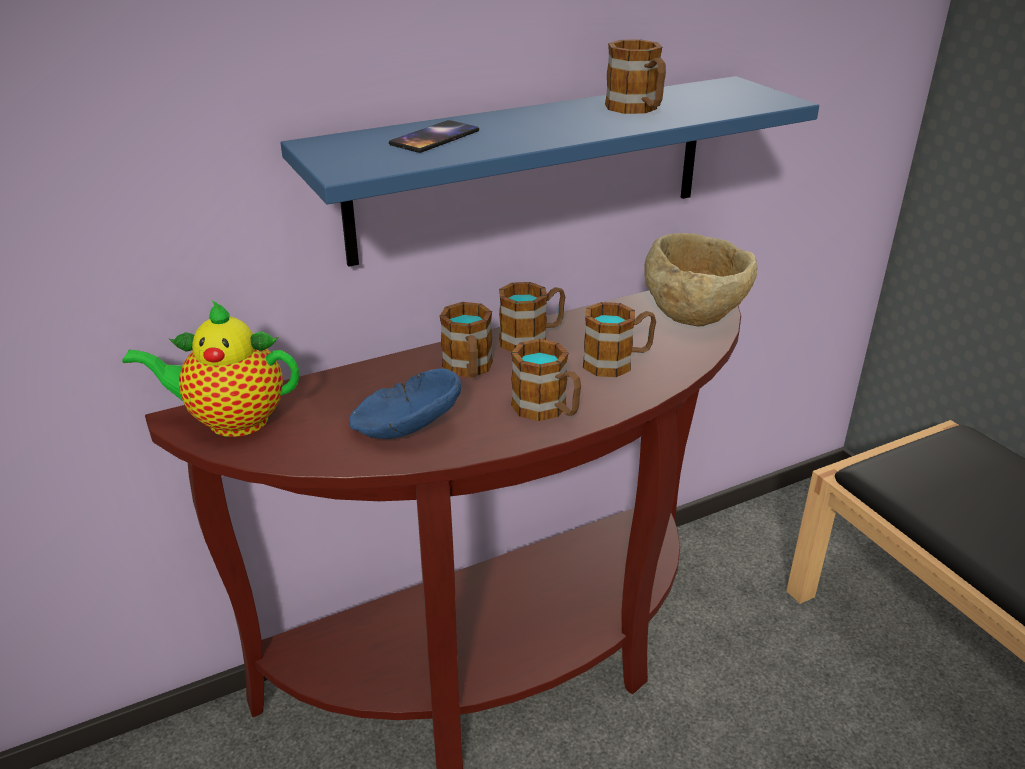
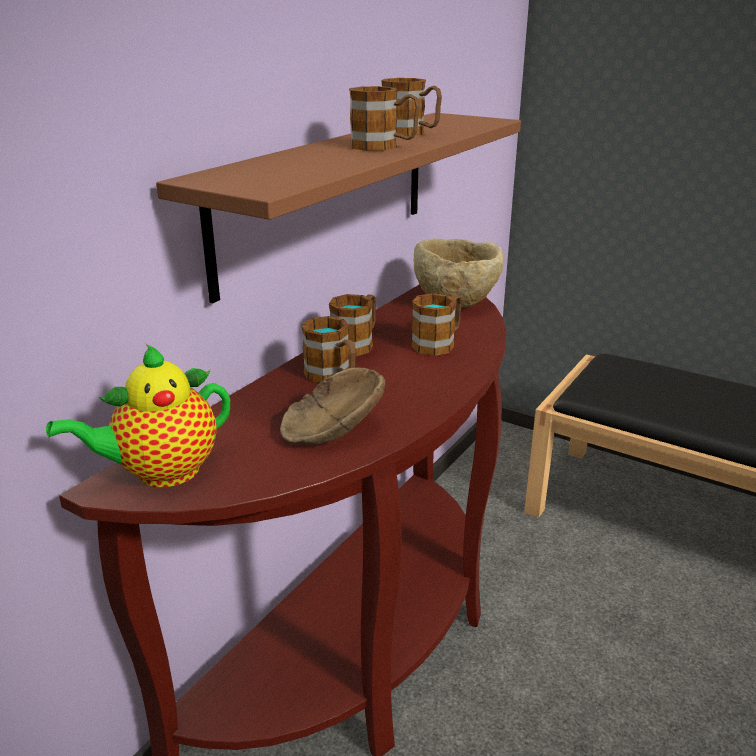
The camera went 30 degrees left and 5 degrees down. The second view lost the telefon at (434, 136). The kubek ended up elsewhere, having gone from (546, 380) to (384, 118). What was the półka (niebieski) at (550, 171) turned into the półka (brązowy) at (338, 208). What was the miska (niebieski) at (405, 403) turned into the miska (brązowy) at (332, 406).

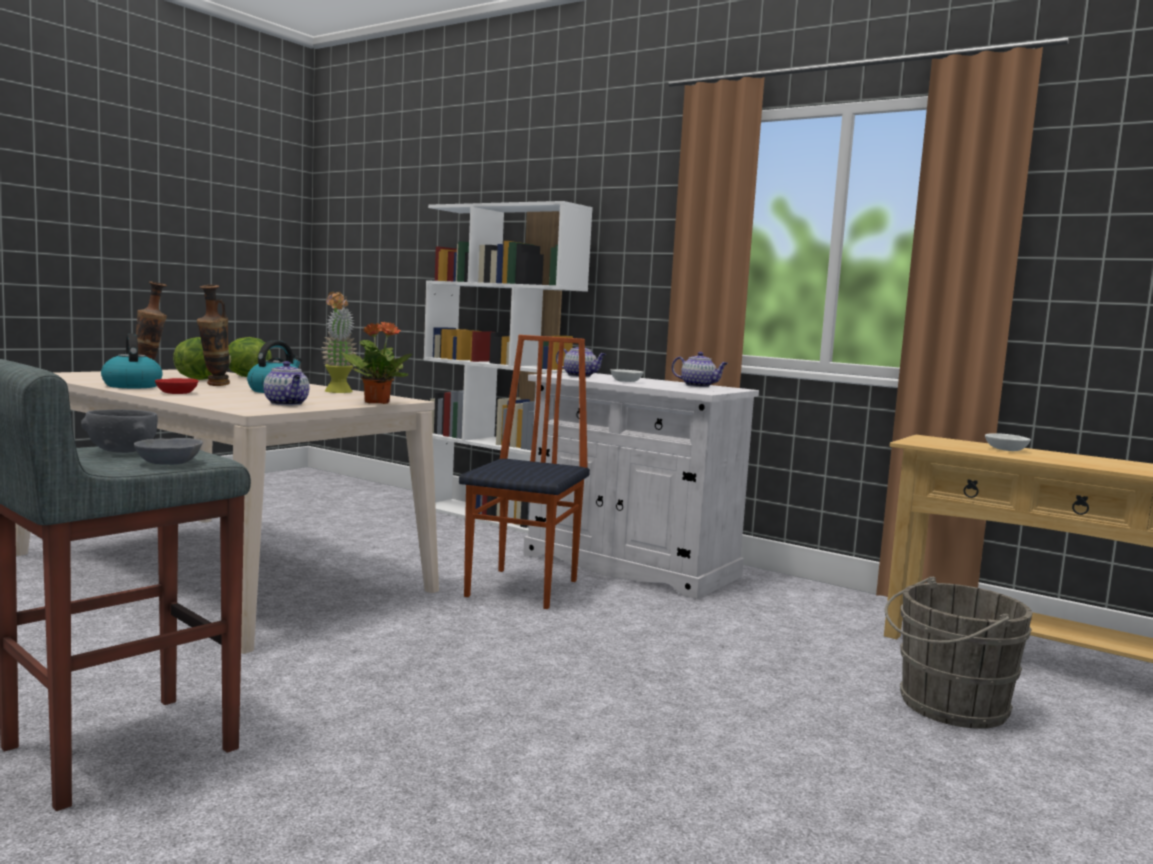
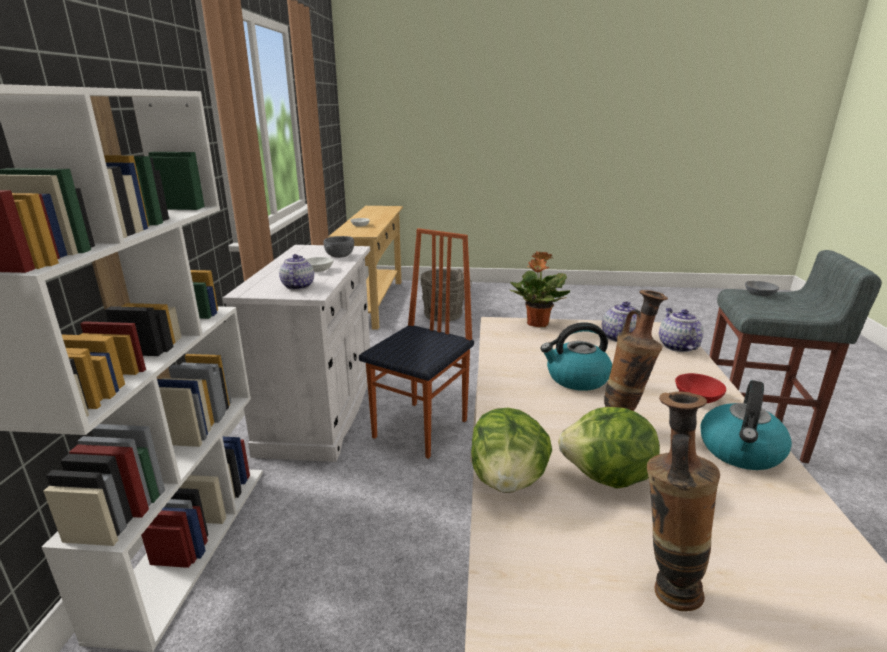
The camera went 120 degrees left and 15 degrees up. The second view lost the roślina doniczkowa at (339, 342). The miska (szary) ended up elsewhere, having gone from (119, 431) to (339, 247). The imbryk ended up elsewhere, having gone from (700, 369) to (681, 330). The krzesło at (524, 472) ended up facing another way, 135 degrees clockwise from before.

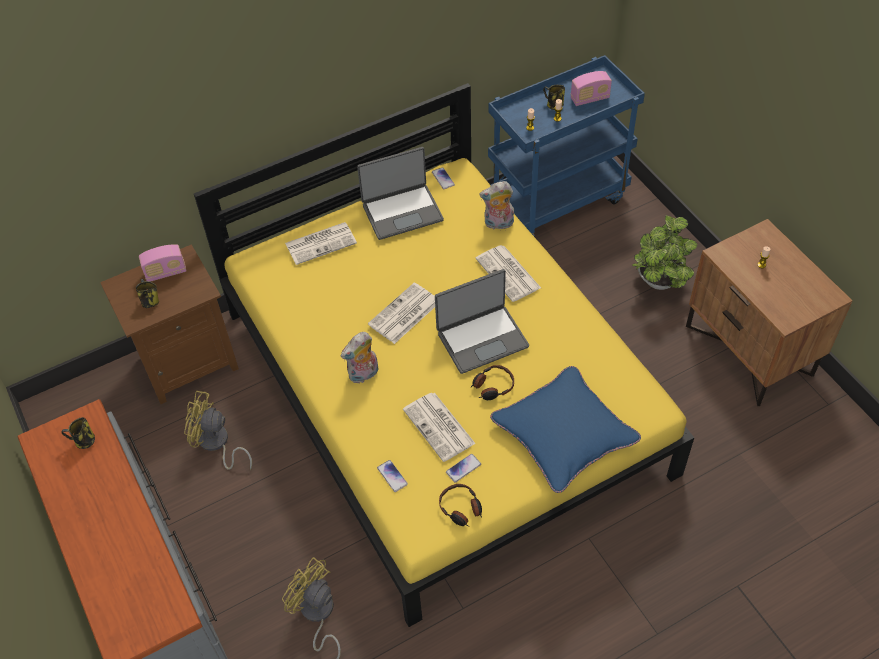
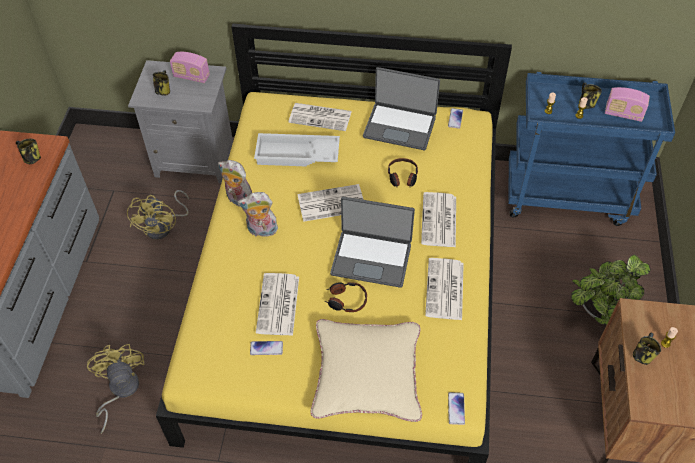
The camera went 35 degrees right and 0 degrees up. The second view gained the taca (biały) at (297, 150). The second view gained the gazeta at (444, 289). The second view gained the kubek at (647, 349). The telefon ended up elsewhere, having gone from (392, 476) to (456, 408). The słuchawki ended up elsewhere, having gone from (460, 505) to (403, 172). The pluszak ended up elsewhere, having gone from (496, 205) to (235, 183). What was the szafka nocna (brązowy) at (169, 324) turned into the szafka nocna (szary) at (180, 121). What was the poduszka (niebieski) at (565, 429) turned into the poduszka (beżowy) at (366, 370). The wentylator (żółty) at (218, 430) ended up facing another way, 135 degrees counterclockwise from before.

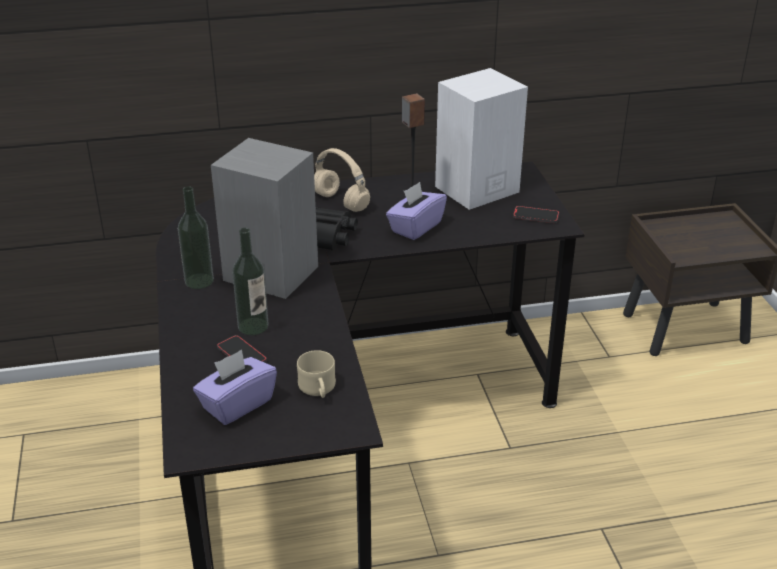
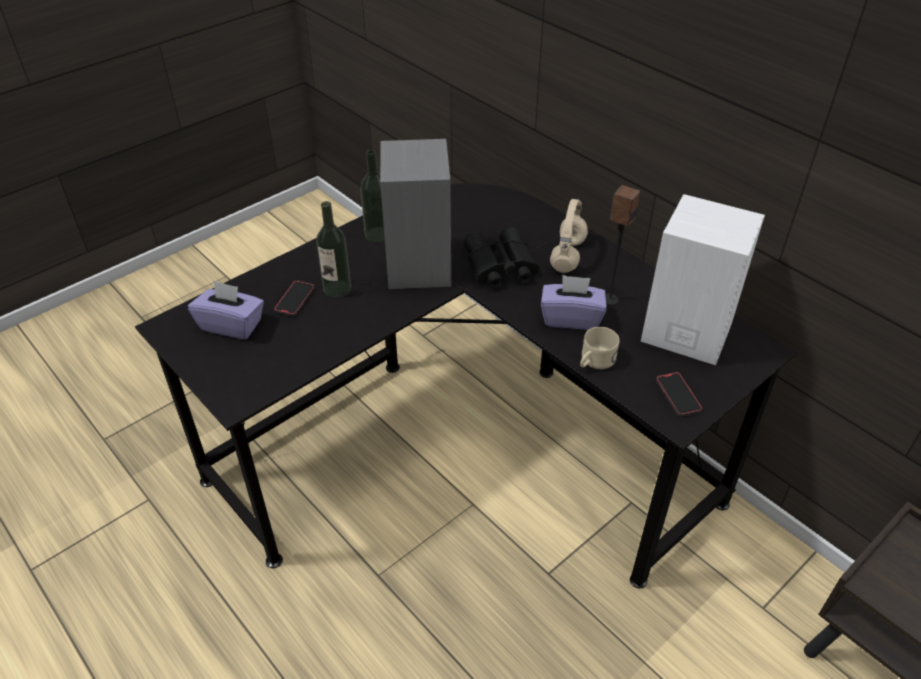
The camera went 60 degrees right and 10 degrees up. The kubek (beżowy) ended up elsewhere, having gone from (316, 374) to (599, 348).

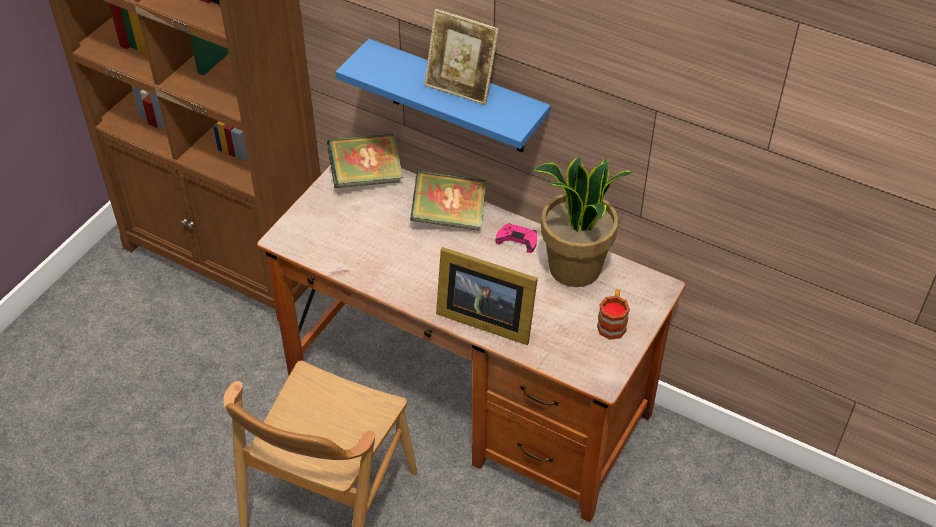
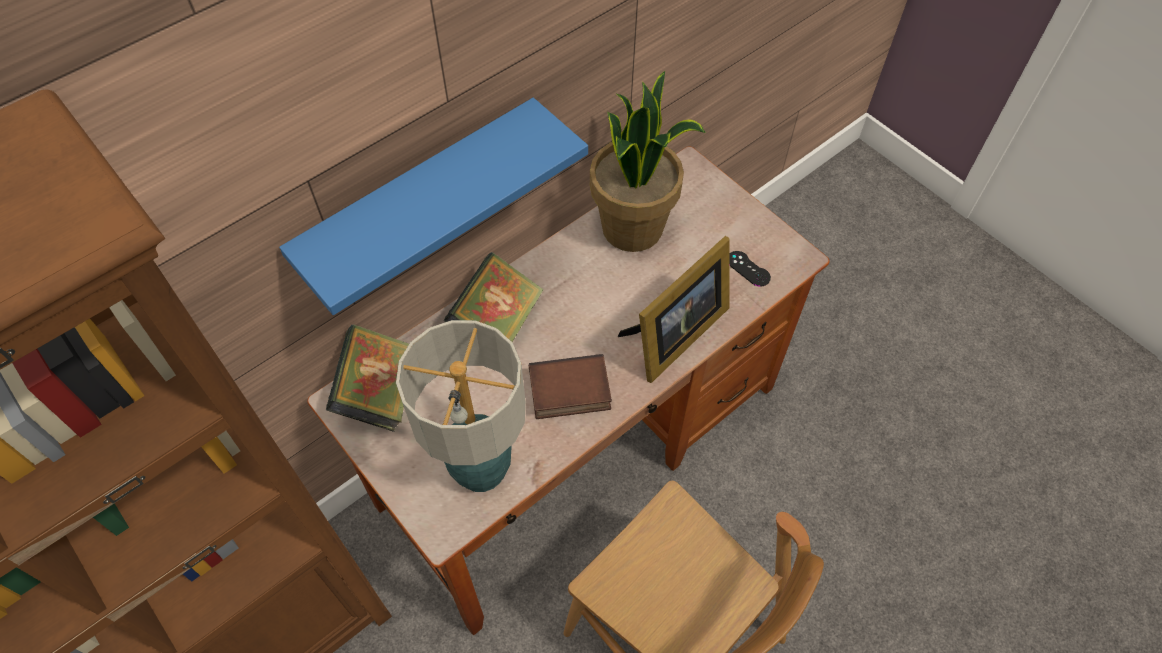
The camera went 70 degrees left and 10 degrees up. The second view lost the ramka na zdjęcie at (461, 57). The second view lost the pad do gier (różowy) at (516, 238). The second view lost the kubek at (613, 314). The second view gained the lampa stołowa at (461, 406). The second view gained the książka at (570, 386). The second view gained the pad do gier (czarny) at (750, 269).

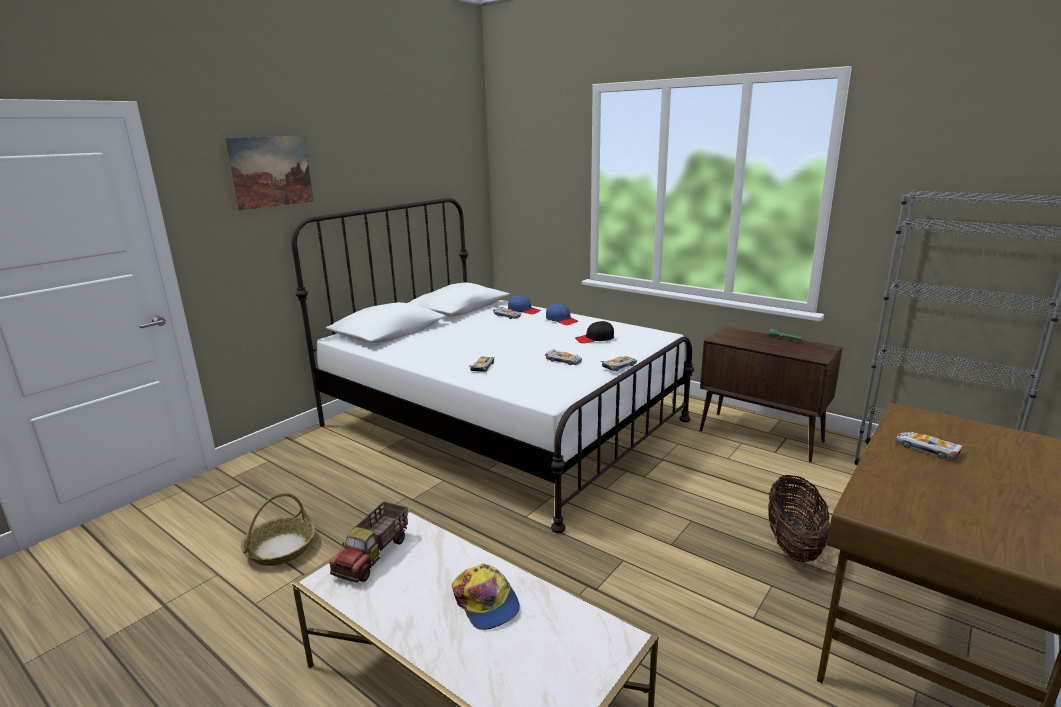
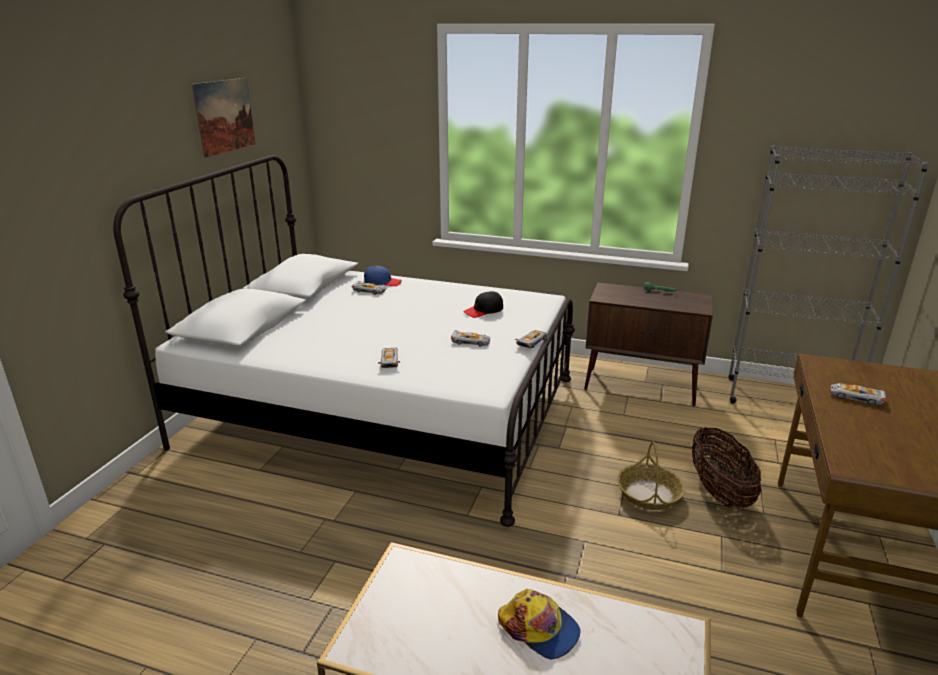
The camera went 20 degrees left and 5 degrees up. The second view lost the ciężarówka zabawkowa at (368, 541). The second view lost the czapka z daszkiem (niebieski) at (562, 314). The obraz ended up elsewhere, having gone from (269, 173) to (223, 118). The koszyk ended up elsewhere, having gone from (278, 529) to (651, 475).

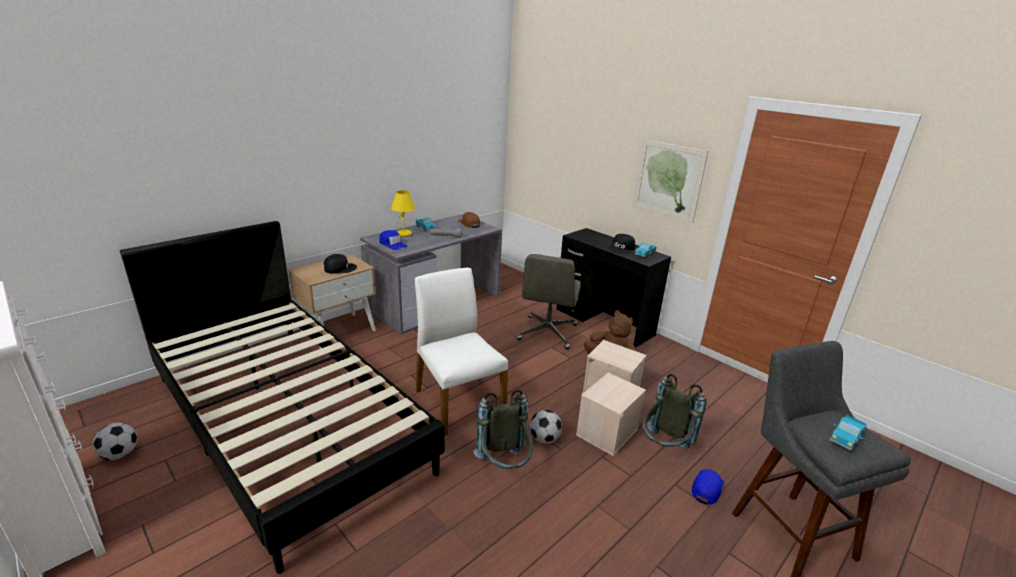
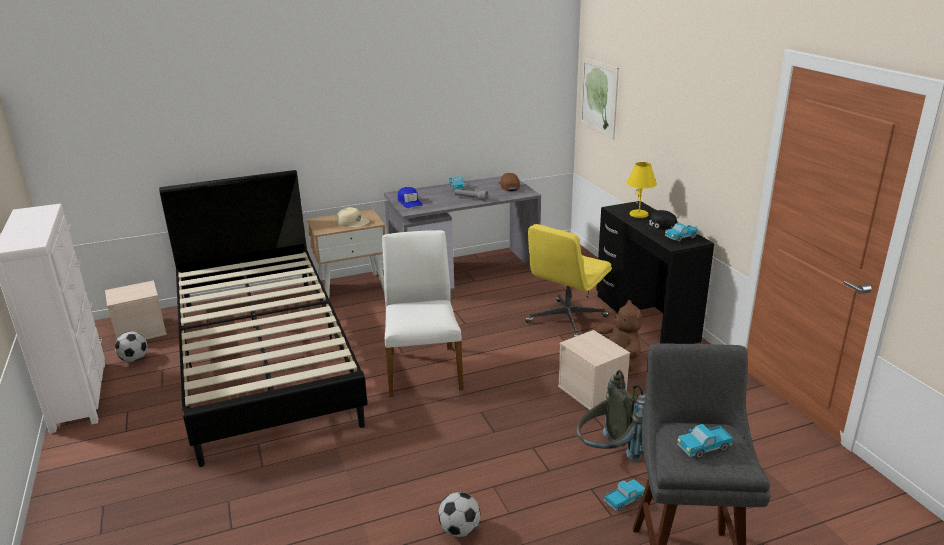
The camera went 25 degrees right and 0 degrees up. The second view lost the plecak (szary) at (503, 429). The lampa stołowa (żółty) ended up elsewhere, having gone from (403, 213) to (641, 190). The piłka futbolowa ended up elsewhere, having gone from (546, 427) to (459, 514). The pojemnik do przechowywania (beżowy) ended up elsewhere, having gone from (611, 414) to (136, 309). The obraz ended up elsewhere, having gone from (670, 181) to (599, 98). Where the czapka z daszkiem (niebieski) stood at (708, 486), the ciężarówka zabawkowa came to stand at (624, 495). What was the czapka z daszkiem (czarny) at (340, 264) turned into the czapka z daszkiem (beżowy) at (352, 217). What was the krzesło biurowe (szary) at (548, 302) turned into the krzesło biurowe (żółty) at (568, 280).

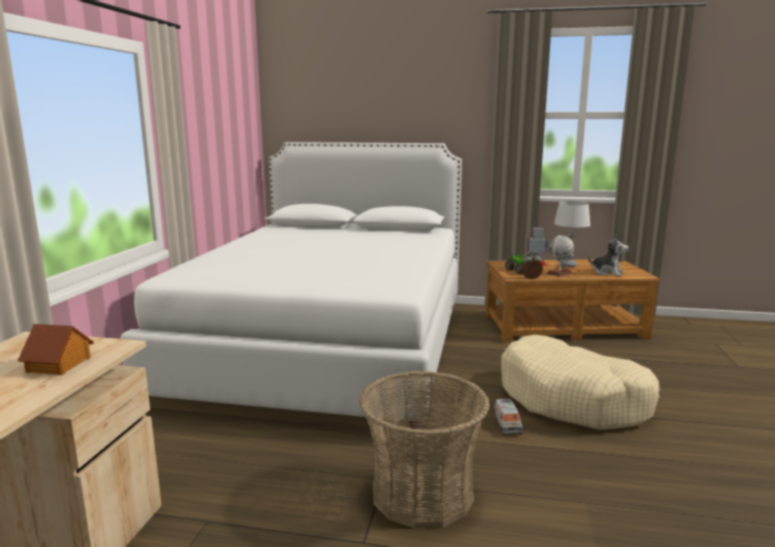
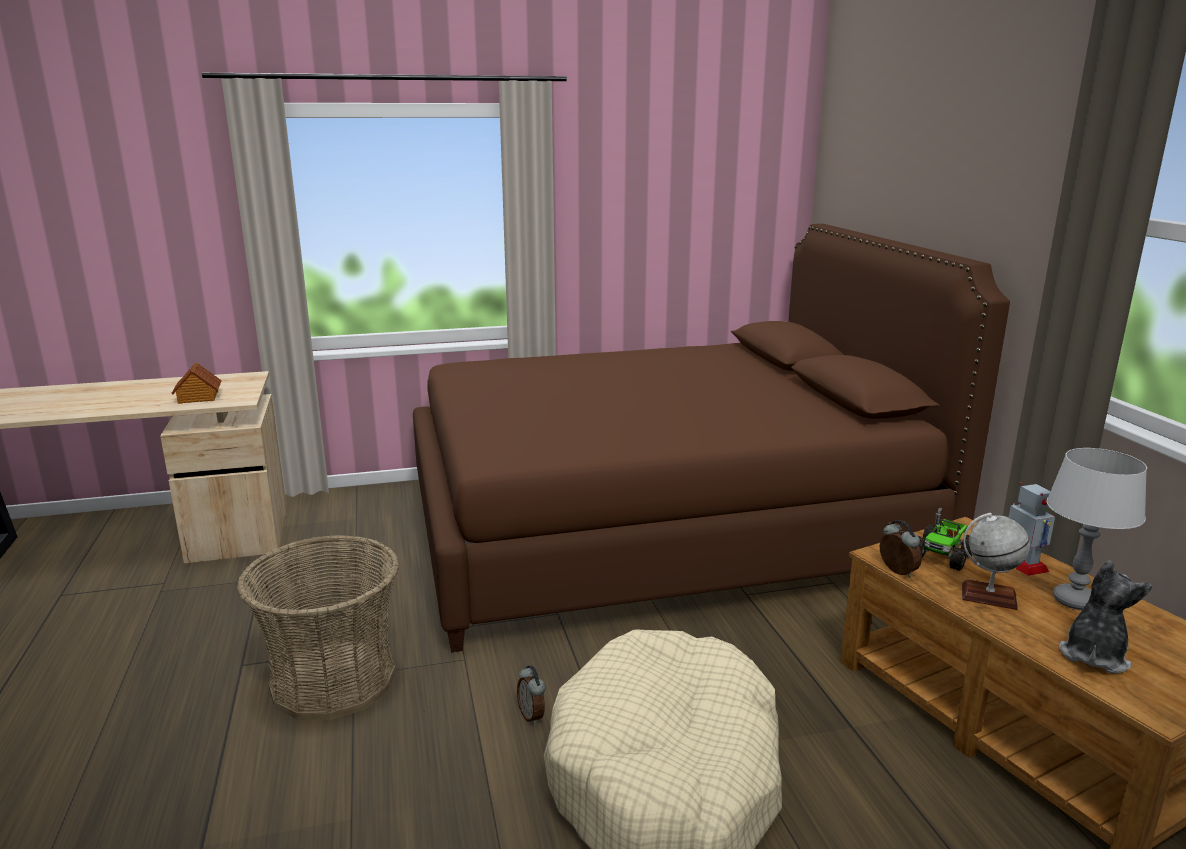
The camera went 65 degrees right and 5 degrees up. Where the ciężarówka zabawkowa stood at (508, 417), the budzik came to stand at (531, 695). What was the łóżko (biały) at (291, 285) turned into the łóżko (brązowy) at (711, 438). The pluszak at (608, 255) ended up facing another way, 150 degrees counterclockwise from before.

